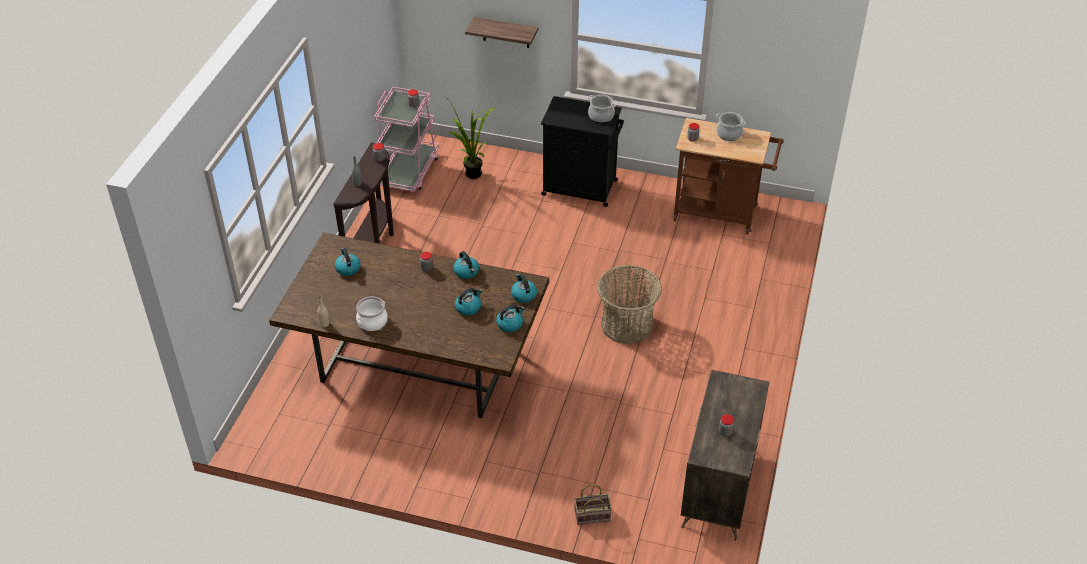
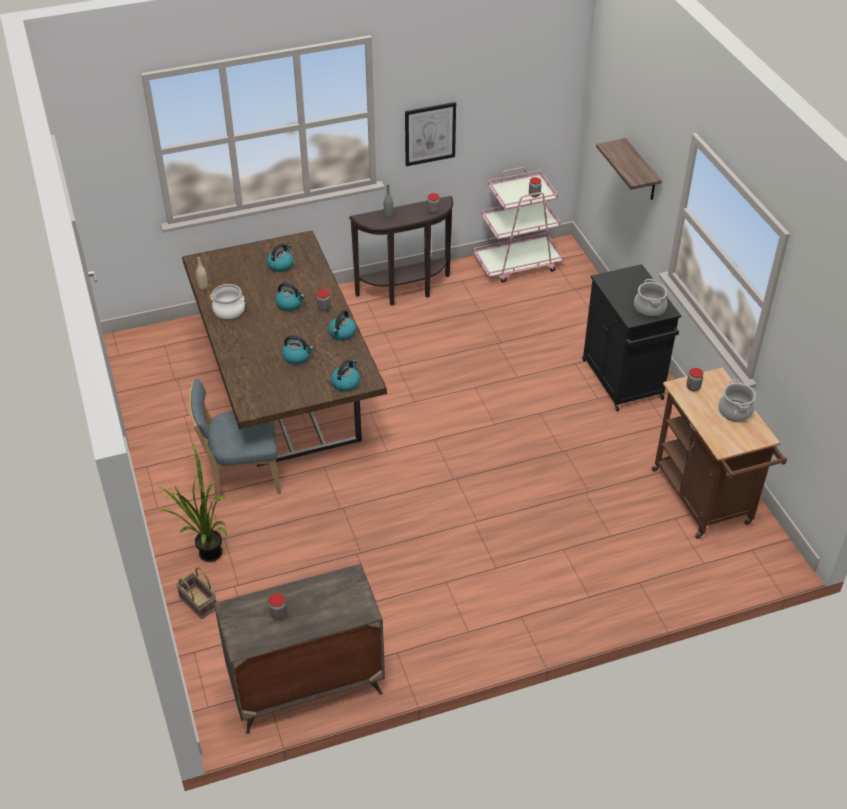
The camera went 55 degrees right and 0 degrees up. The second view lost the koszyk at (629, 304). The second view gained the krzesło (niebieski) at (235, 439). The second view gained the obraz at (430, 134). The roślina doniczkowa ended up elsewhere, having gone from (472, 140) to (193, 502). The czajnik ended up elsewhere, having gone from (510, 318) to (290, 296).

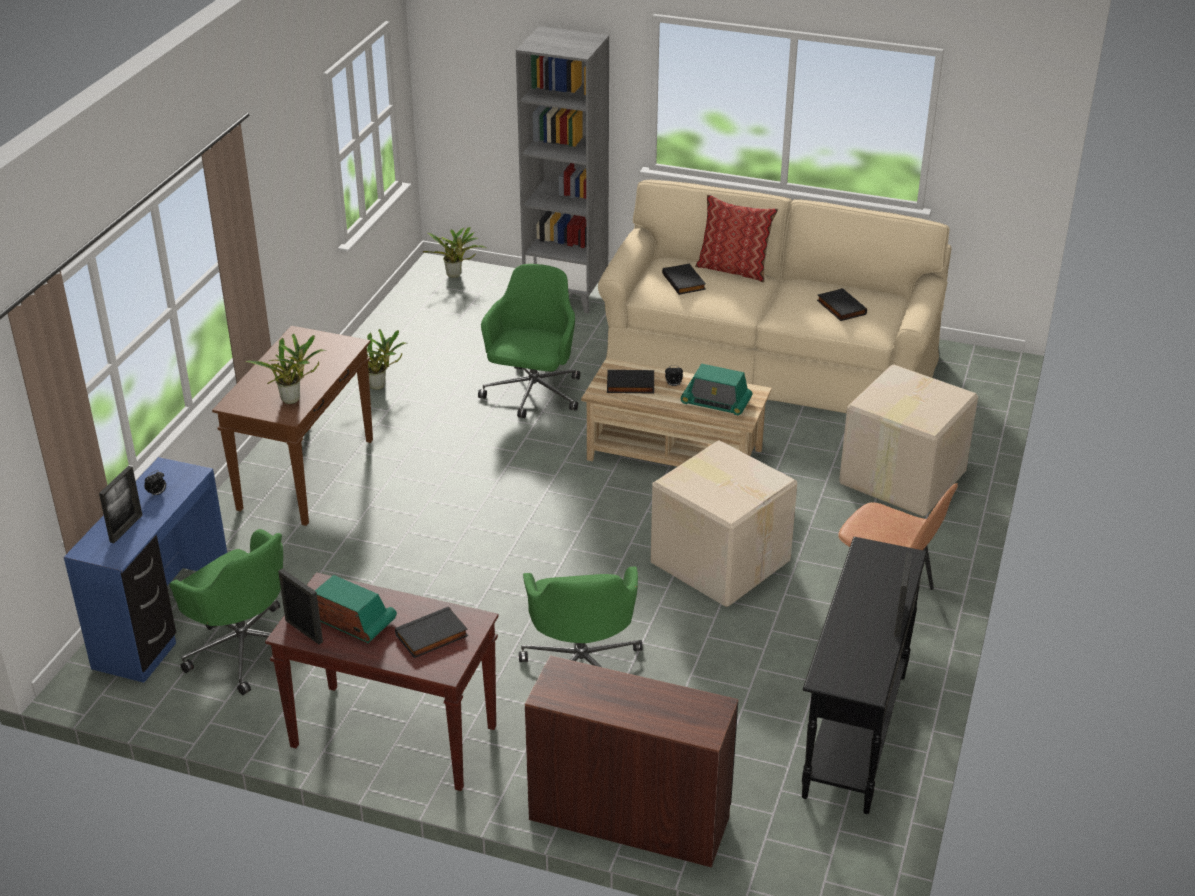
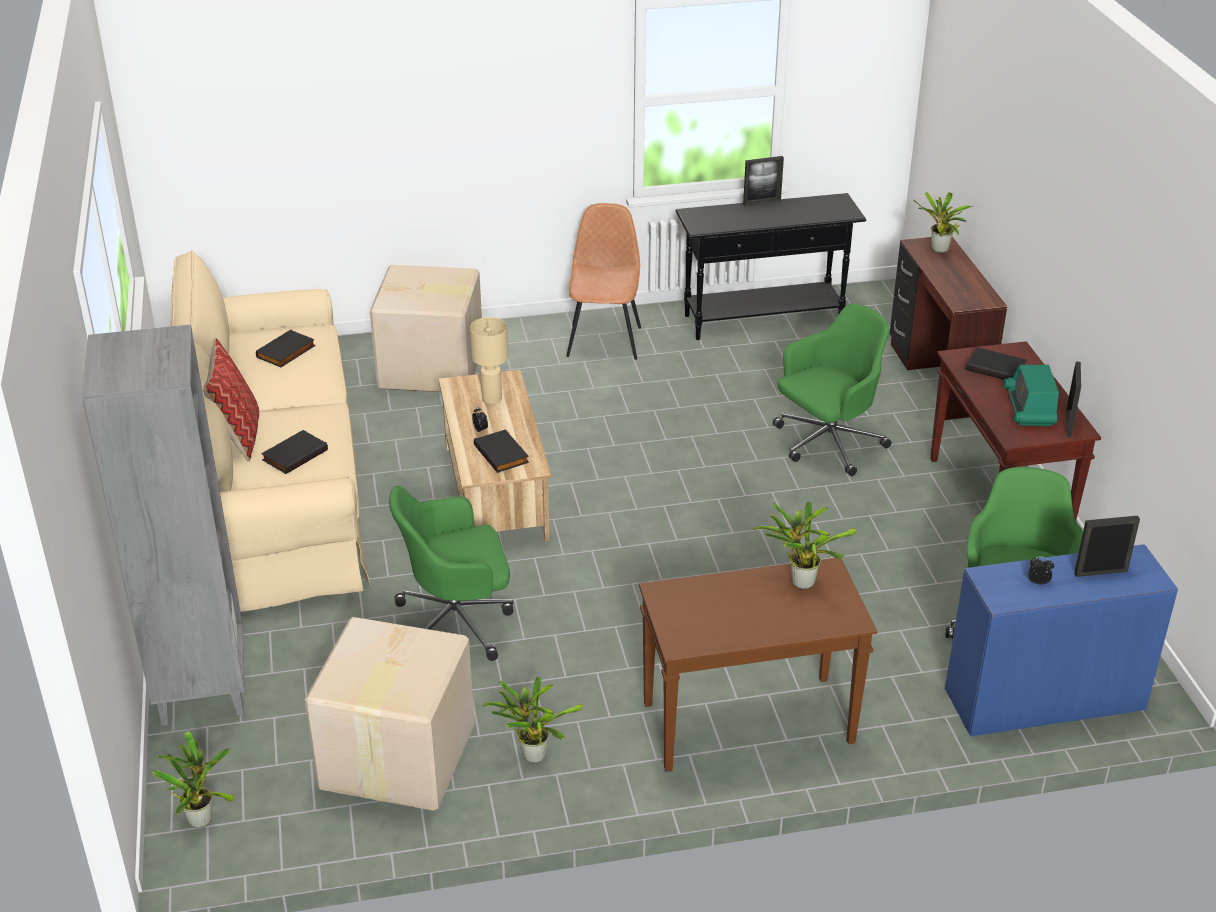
The camera went 120 degrees left and 0 degrees up. The second view gained the roślina doniczkowa at (943, 222). The karton ended up elsewhere, having gone from (724, 523) to (390, 714). Where the radio stood at (716, 390), the lampa stołowa (beżowy) came to stand at (489, 360).

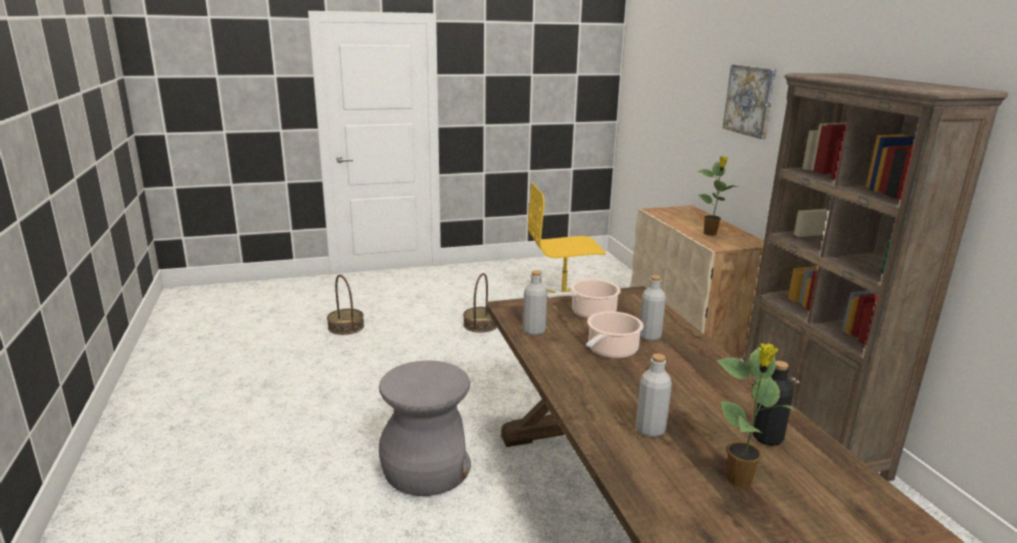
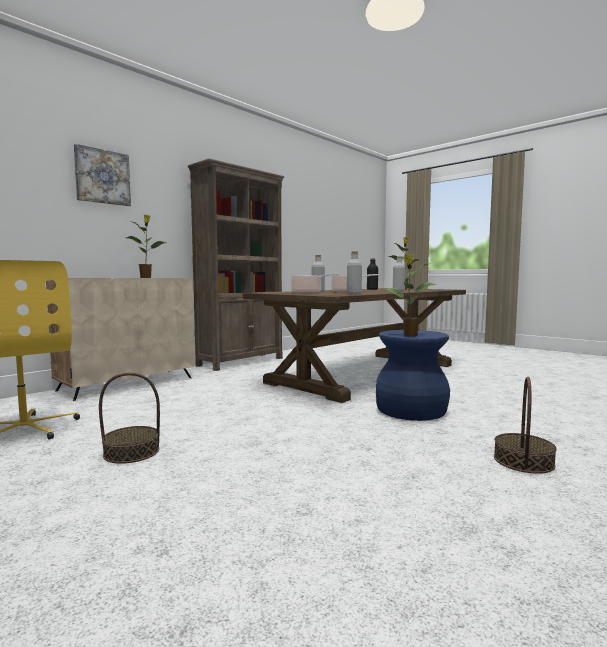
The camera went 120 degrees left and 15 degrees down. The second view gained the roślina doniczkowa at (411, 295). The koszyk ended up elsewhere, having gone from (345, 305) to (525, 425). What was the stołek (szary) at (425, 428) turned into the stołek (niebieski) at (413, 375).

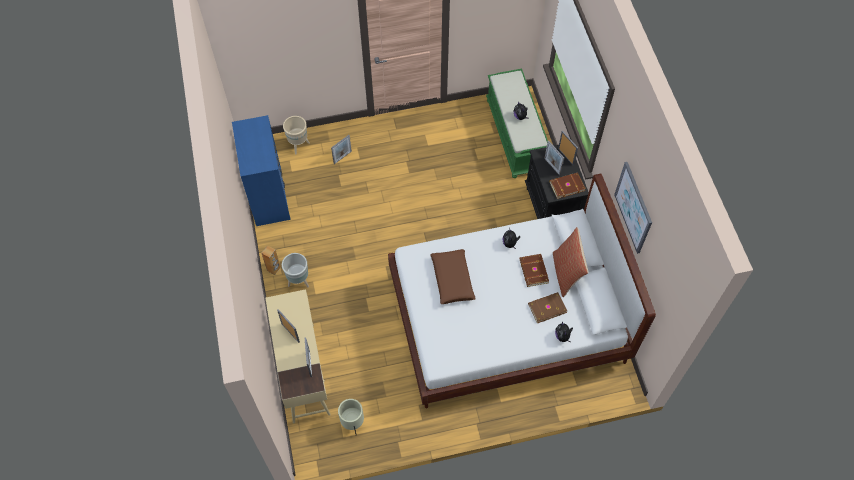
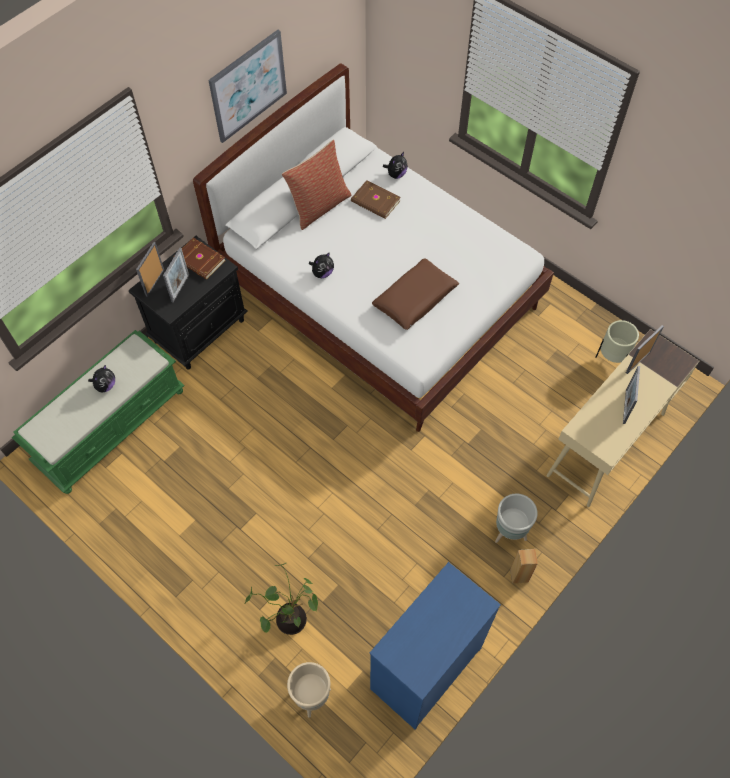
The camera went 125 degrees left and 0 degrees up. The second view lost the książka (brązowy) at (534, 270). Where the ramka na zdjęcie stood at (341, 149), the roślina doniczkowa came to stand at (281, 599).

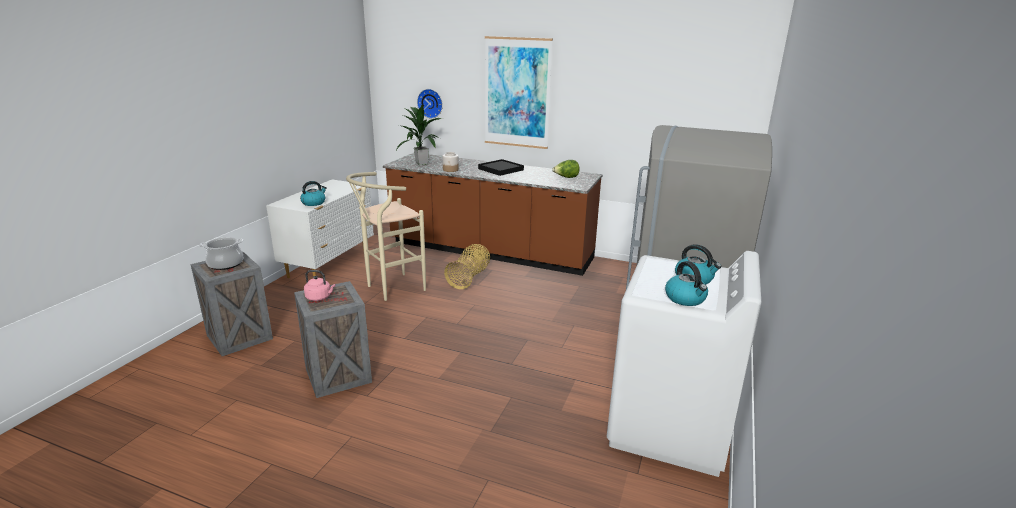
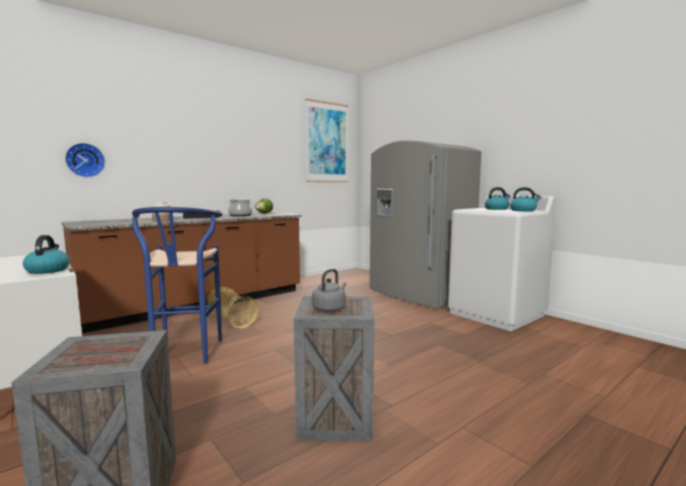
The camera went 60 degrees left and 15 degrees down. The second view lost the roślina doniczkowa at (419, 135). The garnek ended up elsewhere, having gone from (221, 253) to (240, 207). The obraz ended up elsewhere, having gone from (519, 92) to (326, 140). What was the czajnik (różowy) at (320, 285) turned into the czajnik (szary) at (329, 290). What was the stołek (beżowy) at (386, 236) turned into the stołek (niebieski) at (177, 285).

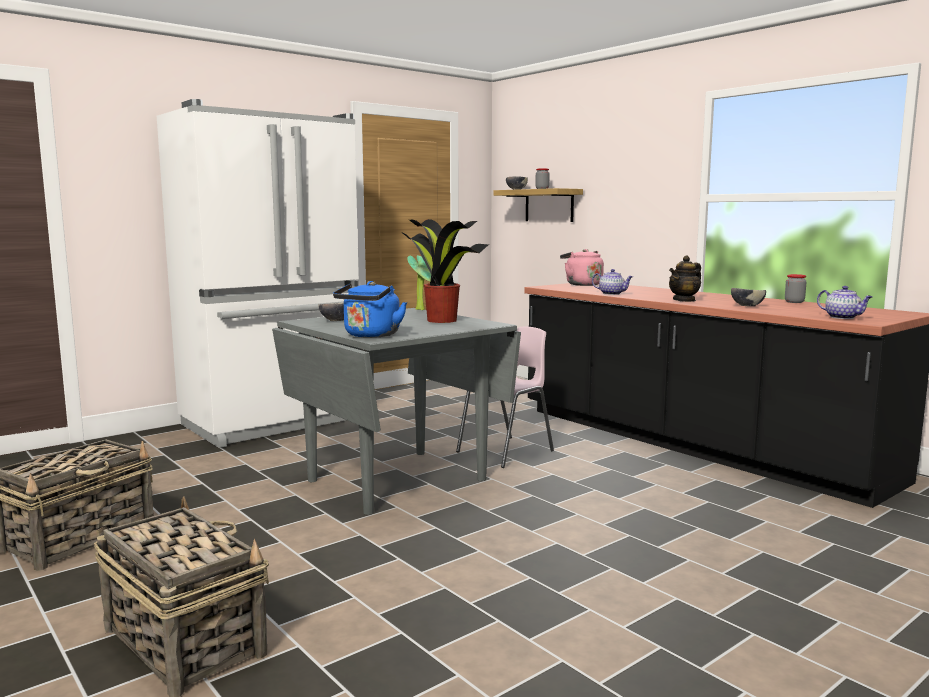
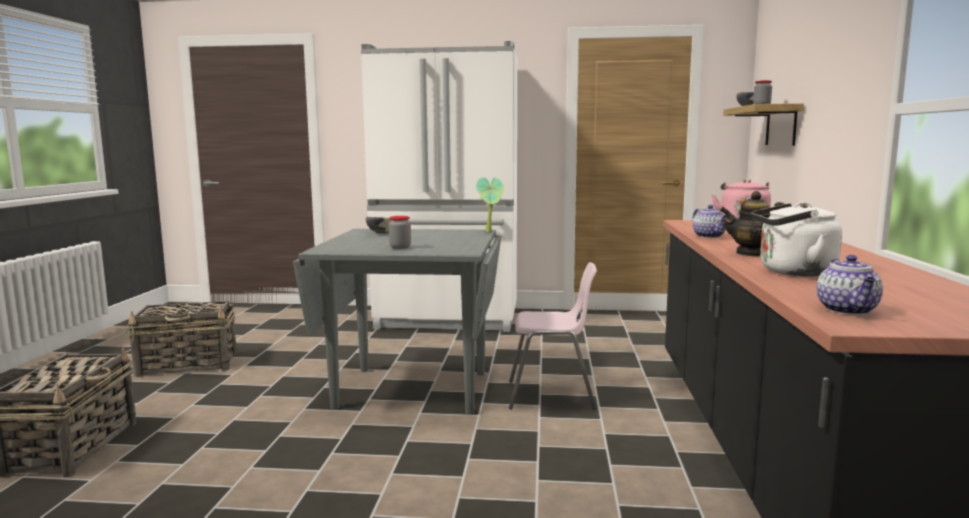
The camera went 45 degrees right and 0 degrees up. The second view lost the czajnik (niebieski) at (370, 309). The second view lost the roślina doniczkowa at (445, 271). The słoik ended up elsewhere, having gone from (796, 288) to (400, 232). Where the miska stood at (748, 297), the czajnik (biały) came to stand at (796, 239).

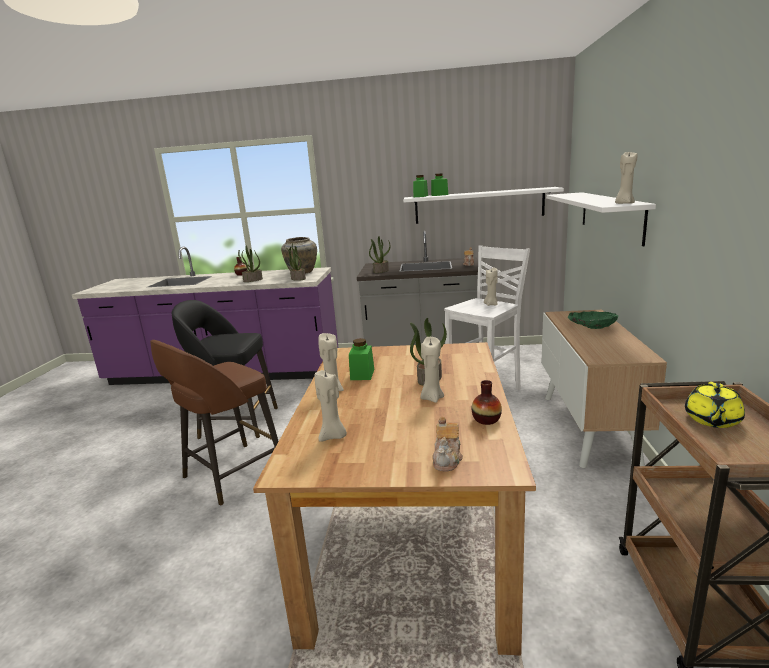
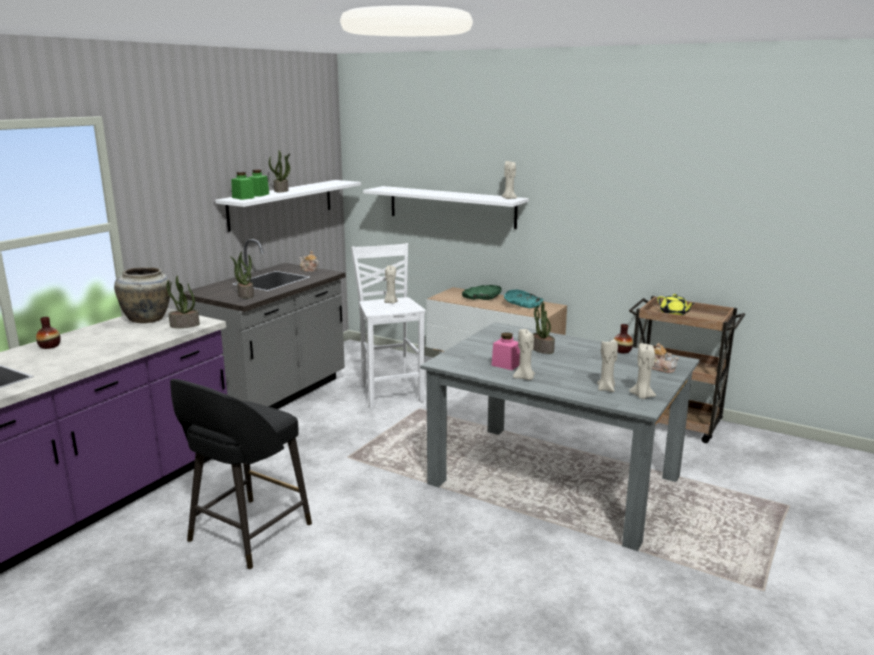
The camera went 65 degrees left and 0 degrees up. The second view lost the stołek (brązowy) at (214, 422). The second view gained the miska (turkusowy) at (524, 299). The roślina doniczkowa ended up elsewhere, having gone from (250, 263) to (279, 171). The świeca (beżowy) ended up elsewhere, having gone from (432, 370) to (642, 371). What was the stół jadalny (brązowy) at (394, 499) turned into the stół jadalny (szary) at (560, 436). What was the słoik (zielony) at (361, 359) turned into the słoik (różowy) at (506, 351).

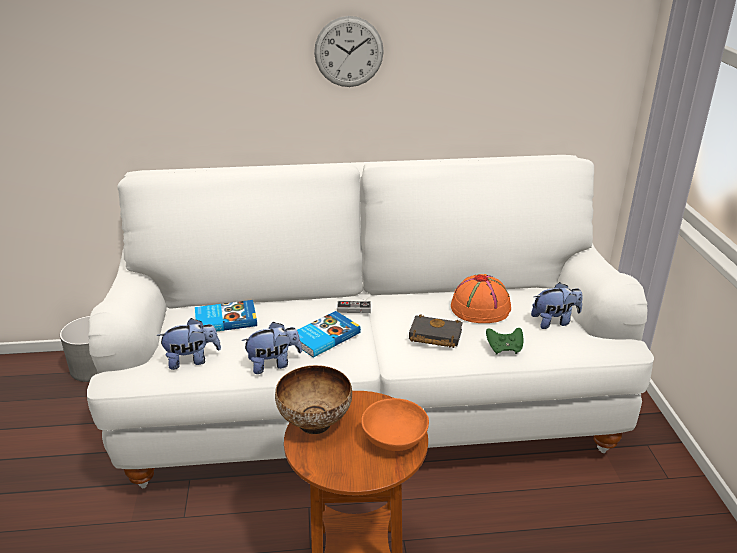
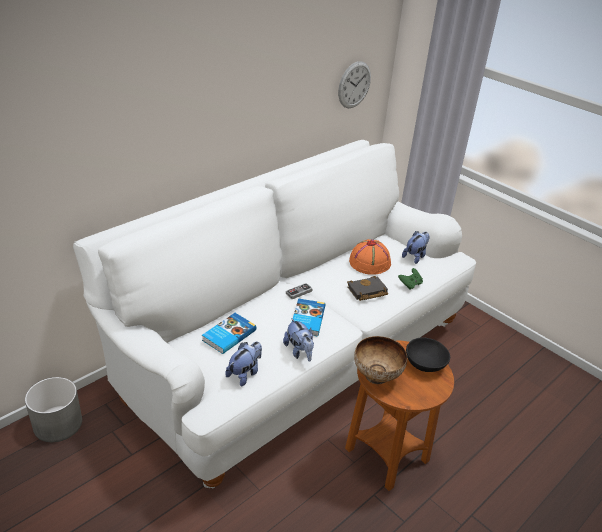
The camera went 40 degrees left and 5 degrees up. The zegar ścienny ended up elsewhere, having gone from (349, 51) to (354, 84). What was the miska (pomarańczowy) at (395, 424) turned into the miska (czarny) at (428, 354). The pluszak at (271, 348) ended up facing another way, 120 degrees clockwise from before.

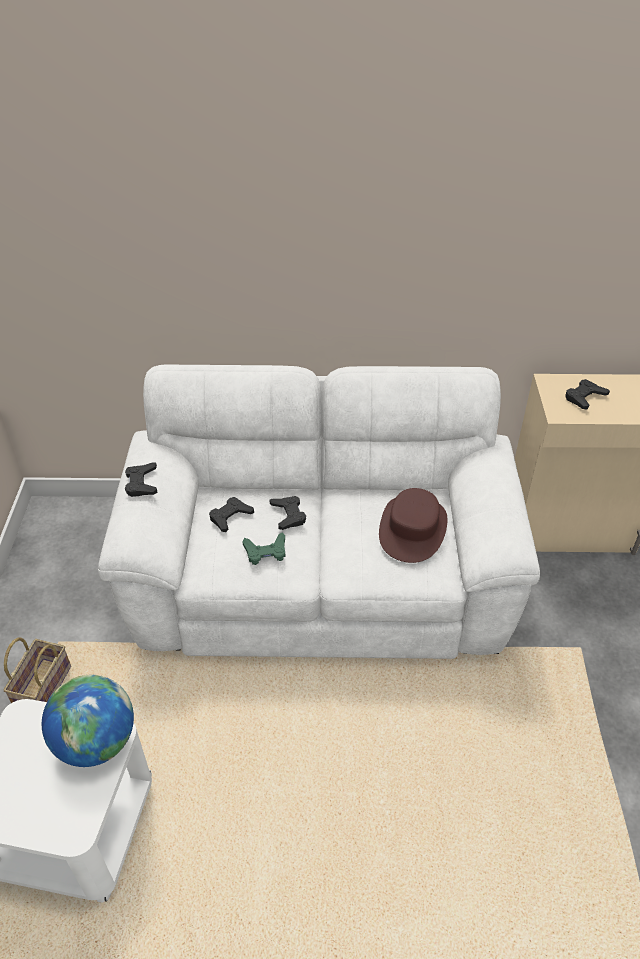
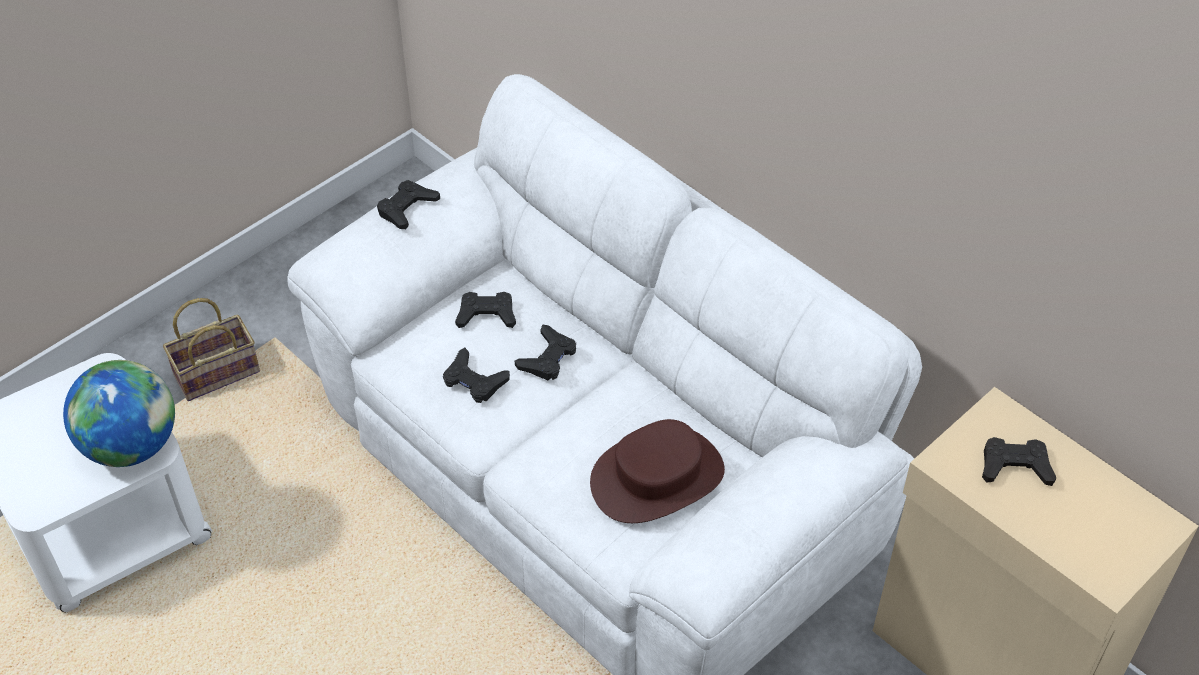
The camera went 45 degrees right and 5 degrees up. What was the pad do gier (zielony) at (264, 548) turned into the pad do gier (czarny) at (476, 375).

